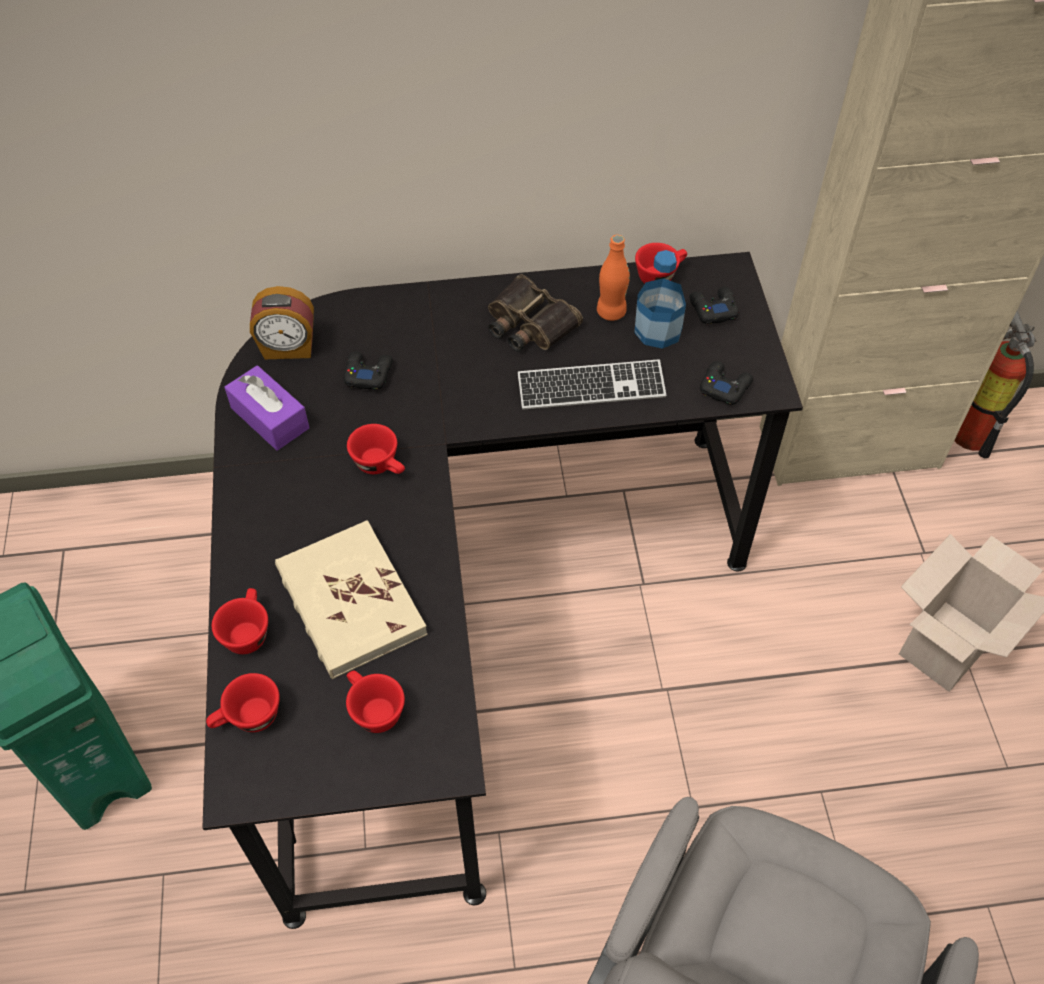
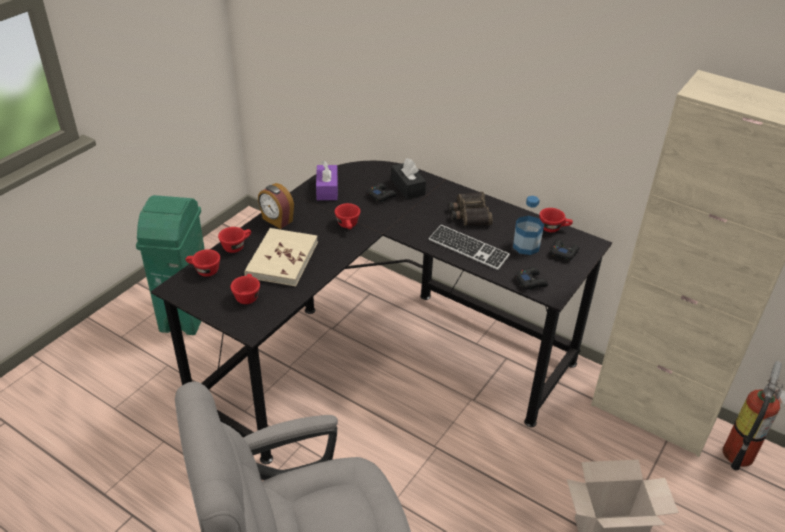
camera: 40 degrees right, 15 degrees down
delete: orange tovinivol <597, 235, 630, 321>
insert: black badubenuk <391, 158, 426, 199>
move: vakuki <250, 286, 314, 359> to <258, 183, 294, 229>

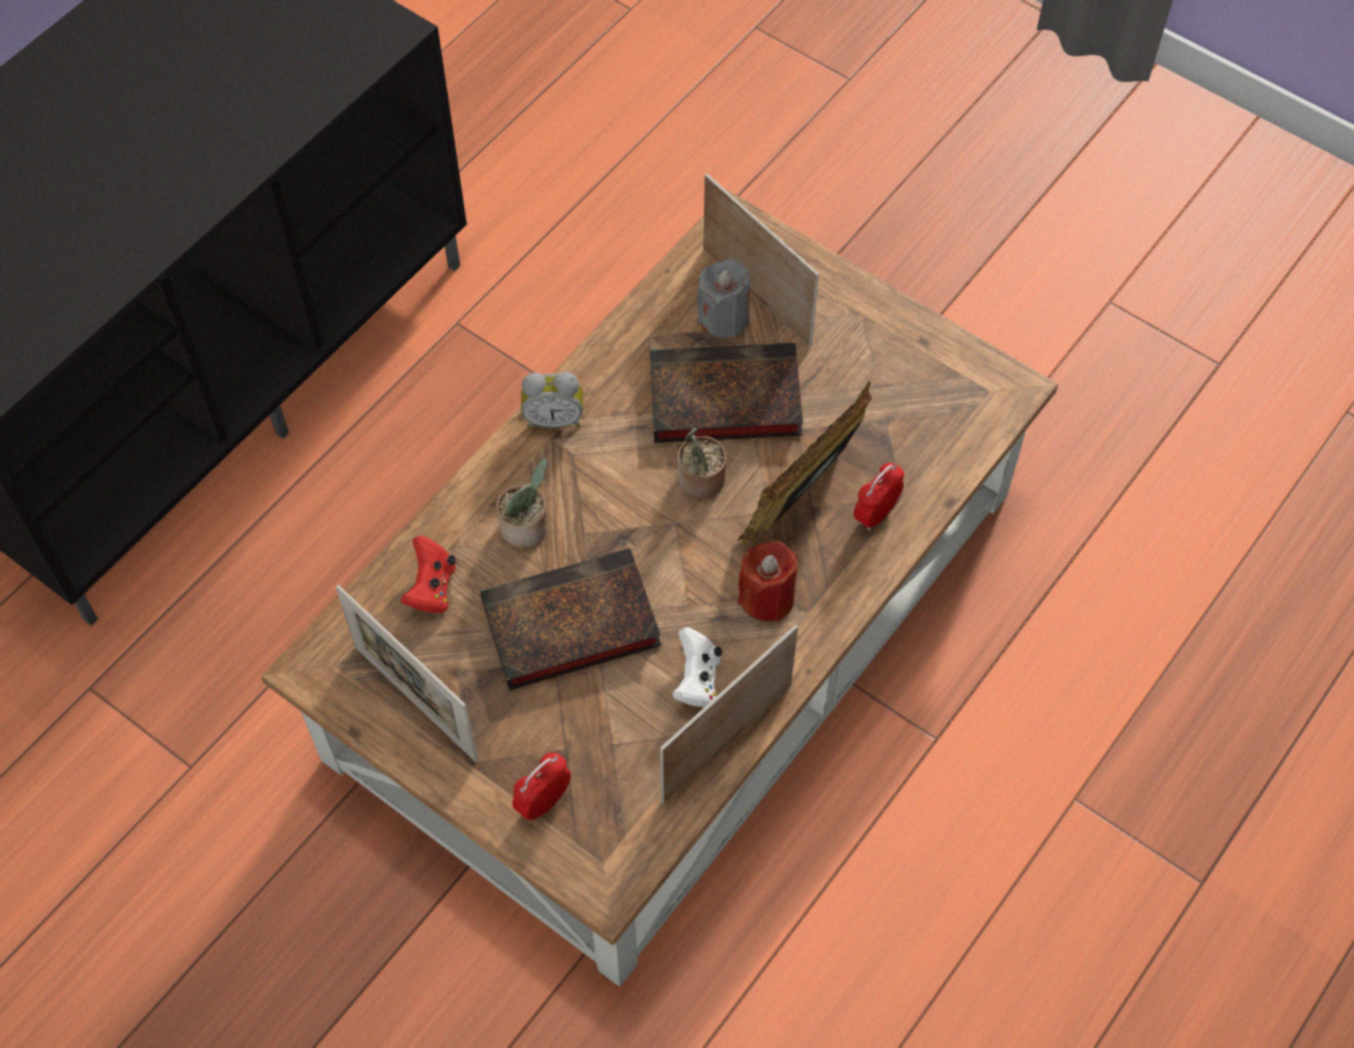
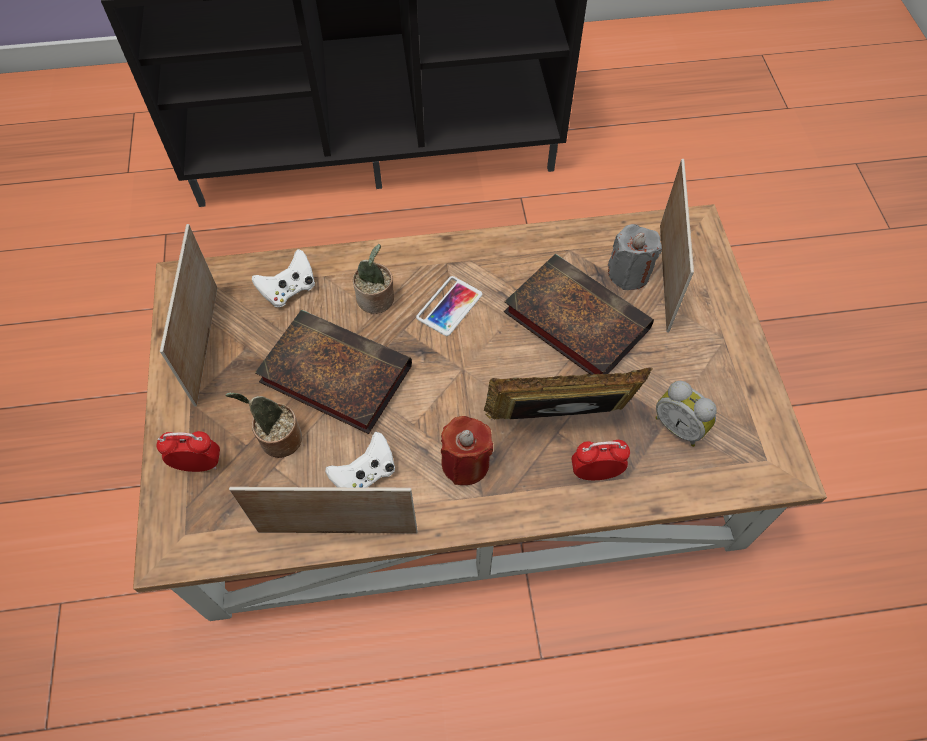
camera: 45 degrees right, 0 degrees up
insert: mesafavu <416, 276, 482, 336>
move: vakuki <521, 372, 583, 429> to <655, 380, 717, 447>; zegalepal <678, 428, 727, 498> to <225, 393, 302, 458>
recolor: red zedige <401, 536, 456, 614> to white zedige <252, 249, 315, 307>

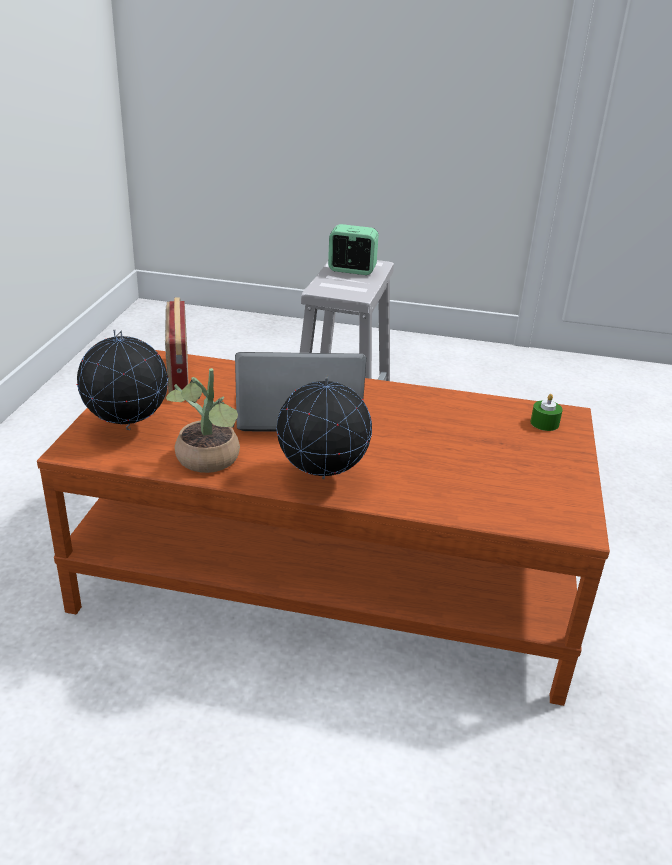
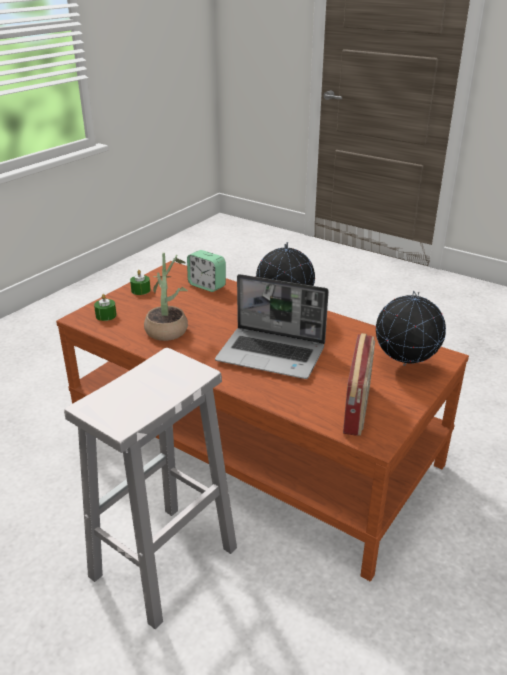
camera: 155 degrees left, 0 degrees up
insert: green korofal <130, 270, 151, 295>
move: zegalepal <166, 368, 240, 473> to <144, 253, 188, 341>; vakuki <328, 224, 379, 275> to <187, 250, 226, 292>

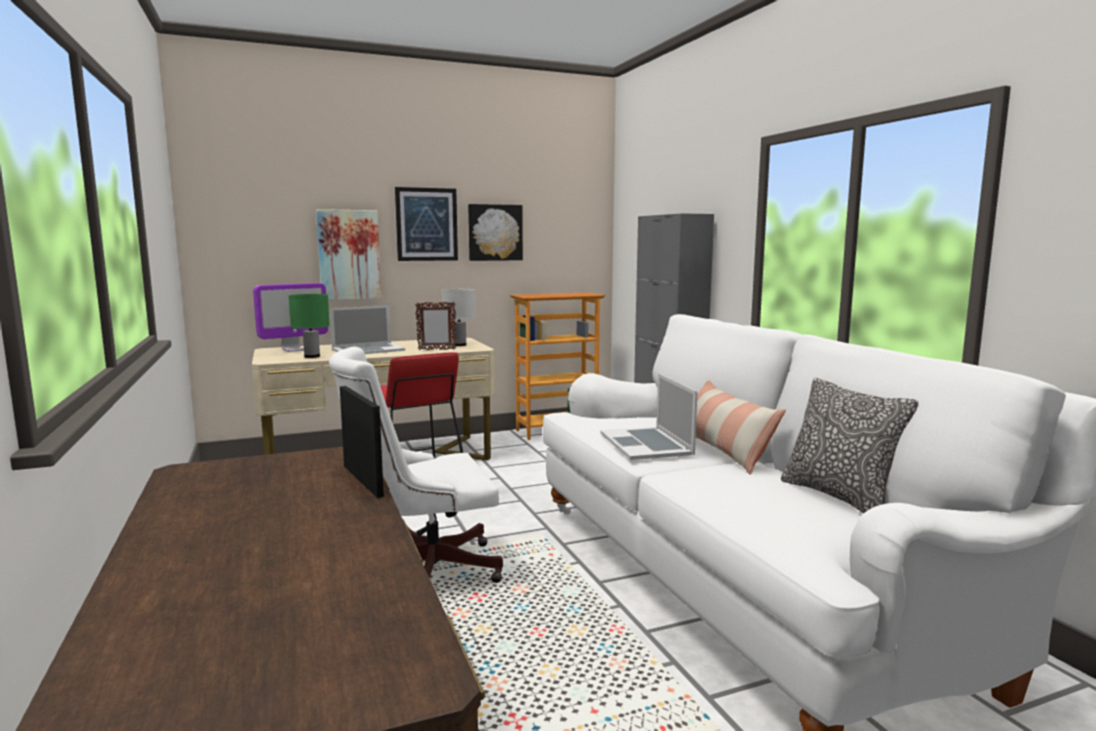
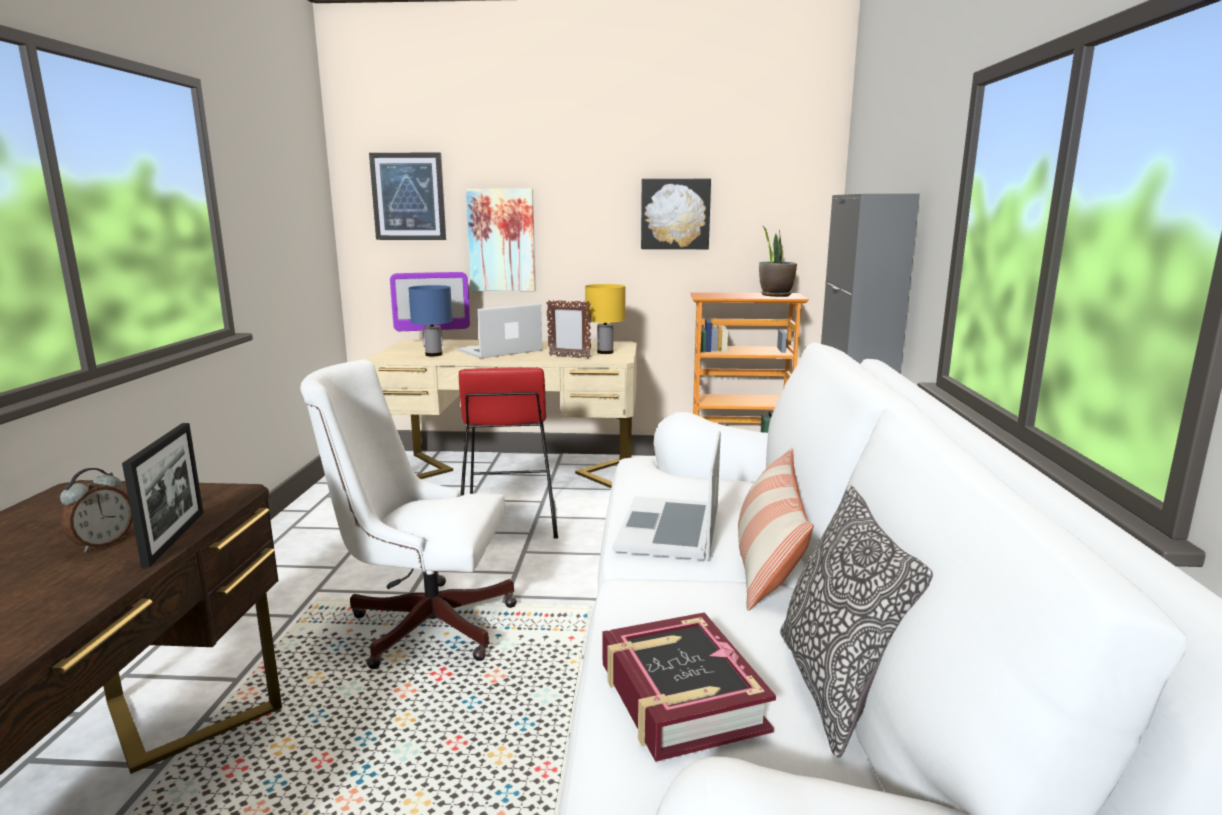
camera: 25 degrees right, 5 degrees up
insert: vakuki <60, 468, 133, 553>; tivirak <603, 612, 776, 762>; zegalepal <759, 226, 797, 297>
move: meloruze <395, 187, 458, 261> to <369, 153, 446, 240>
recolor: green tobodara <288, 294, 330, 358> to blue tobodara <408, 285, 453, 356>; white tobodara <441, 289, 476, 346> to yellow tobodara <585, 284, 626, 354>
rotate: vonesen <330, 305, 405, 354> = <458, 303, 542, 359> 150 degrees clockwise

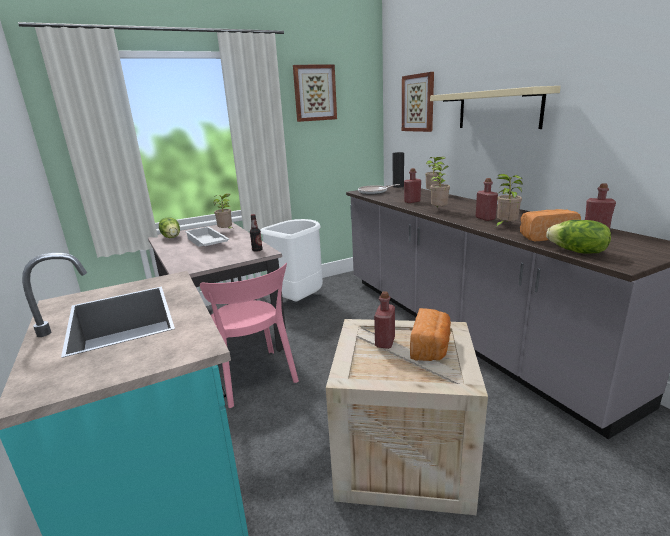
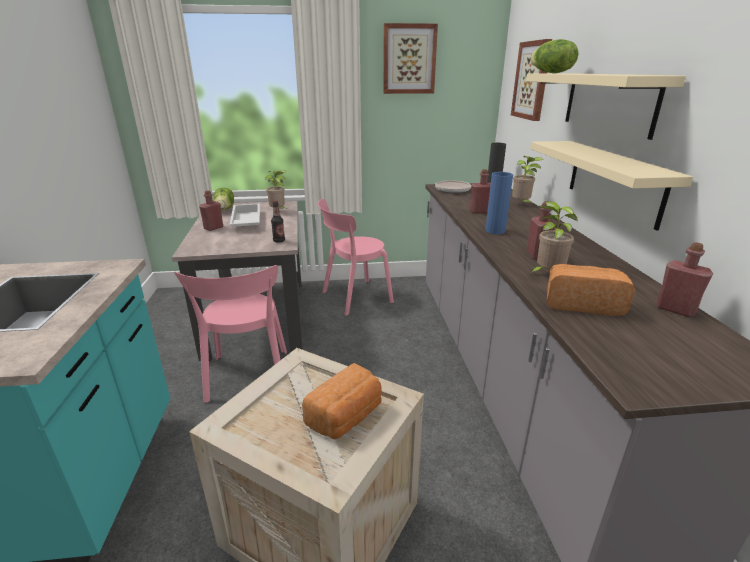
camera: 20 degrees right, 5 degrees up
insert: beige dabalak <530, 141, 693, 231>
move: red tovinivol <374, 291, 395, 349> to <199, 190, 223, 231>; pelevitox <546, 220, 611, 254> to <530, 39, 578, 73>
replace: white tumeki <260, 219, 323, 302> to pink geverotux <318, 199, 394, 316>; zegalepal <430, 166, 450, 208> to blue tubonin <485, 172, 513, 234>

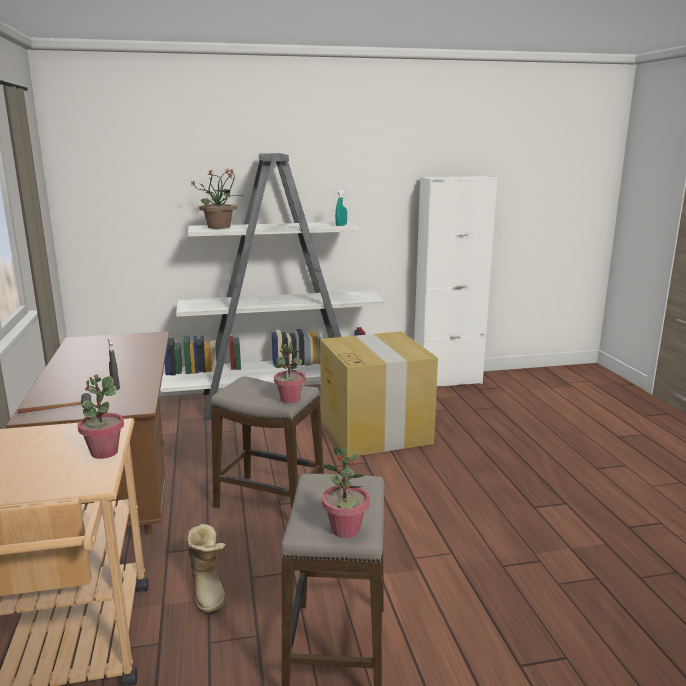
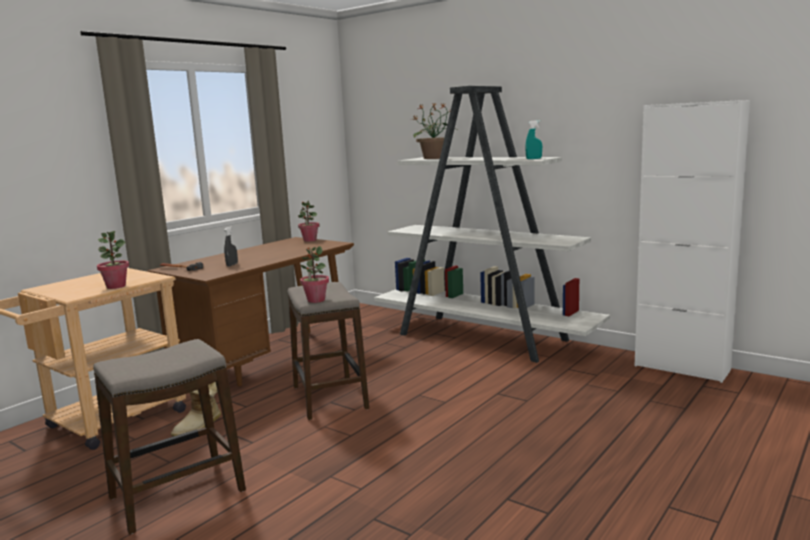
camera: 50 degrees right, 5 degrees down
delete: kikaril <320, 331, 438, 457>
move: zegalepal <321, 446, 369, 538> to <298, 200, 320, 242>

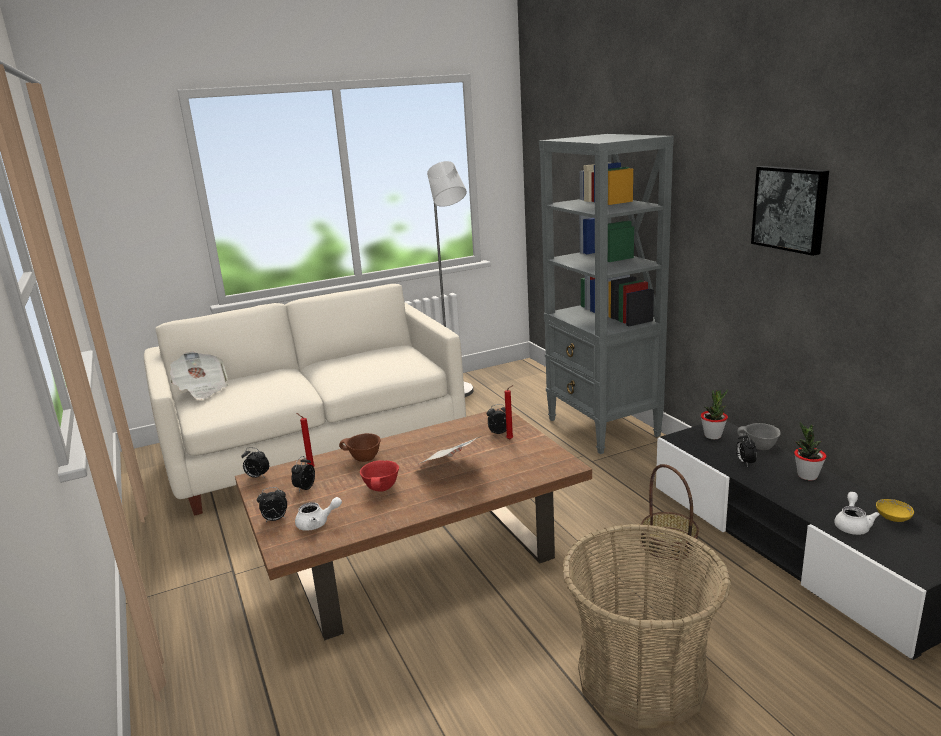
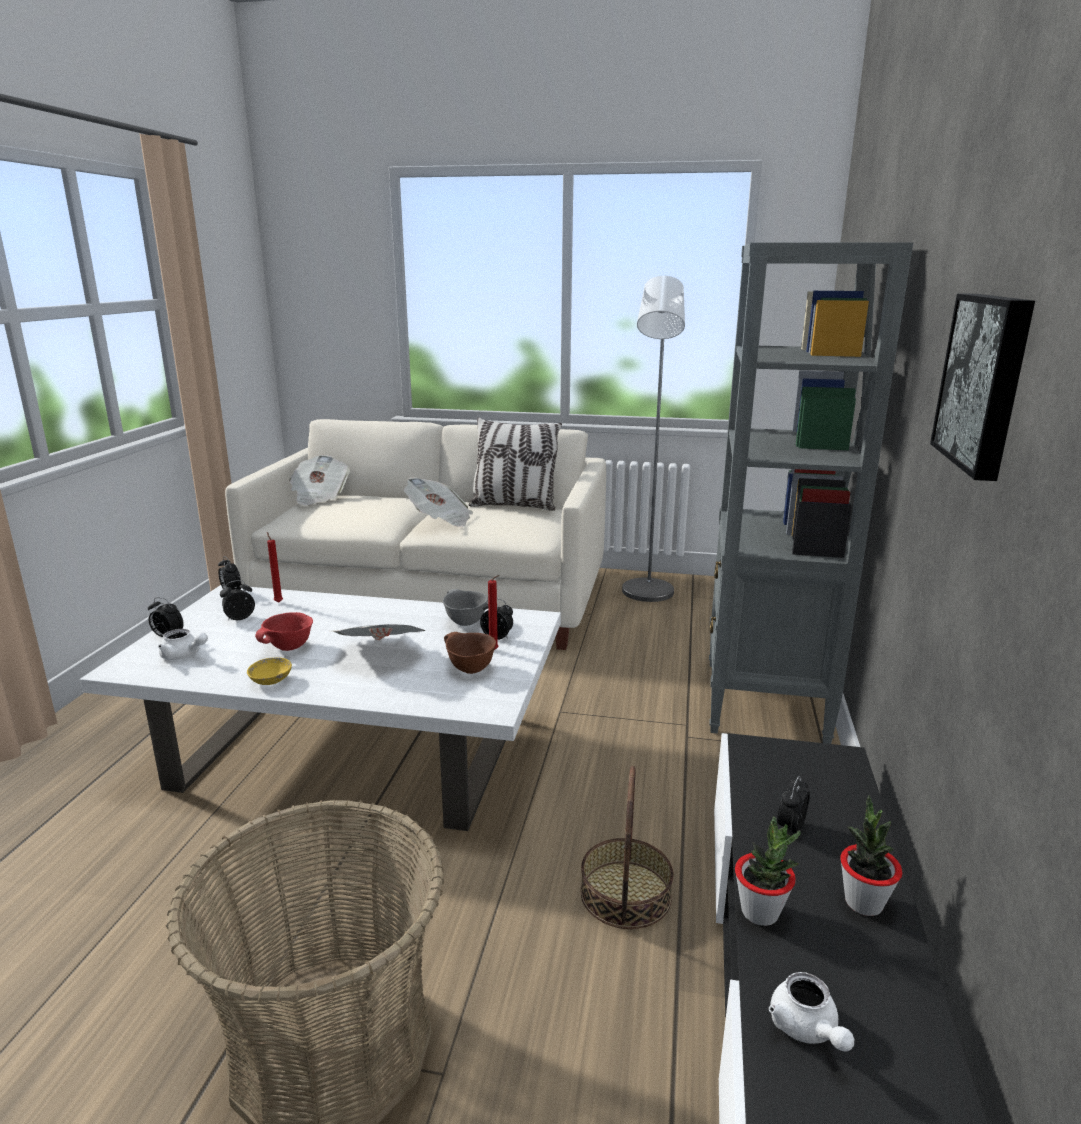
camera: 35 degrees right, 0 degrees up
insert: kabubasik <404, 477, 473, 528>; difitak <469, 417, 562, 511>
move: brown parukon <339, 433, 381, 462> to <444, 632, 496, 674>; zegalepal <701, 389, 728, 439> to <735, 817, 801, 926>; grey parukon <737, 423, 781, 450> to <443, 589, 488, 626>; yellow parukon <876, 499, 914, 522> to <247, 657, 292, 685>
recolor: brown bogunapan <235, 408, 592, 640> to white bogunapan <80, 585, 561, 831>
rotate: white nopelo <834, 492, 880, 535> = <769, 972, 854, 1052> 105 degrees clockwise

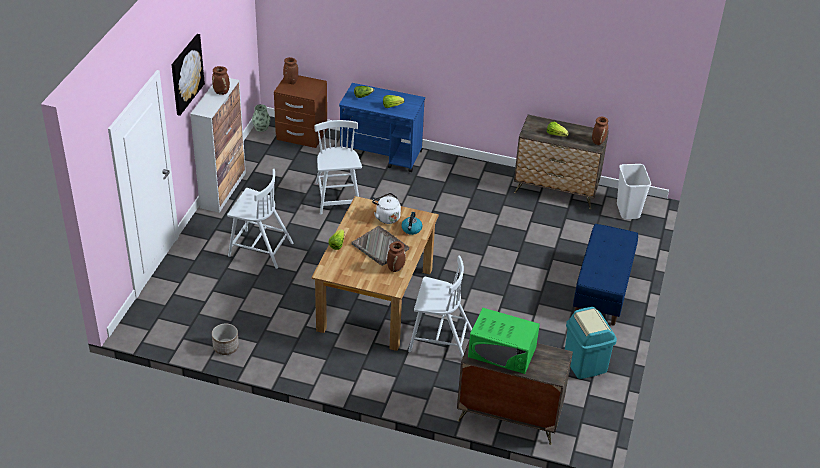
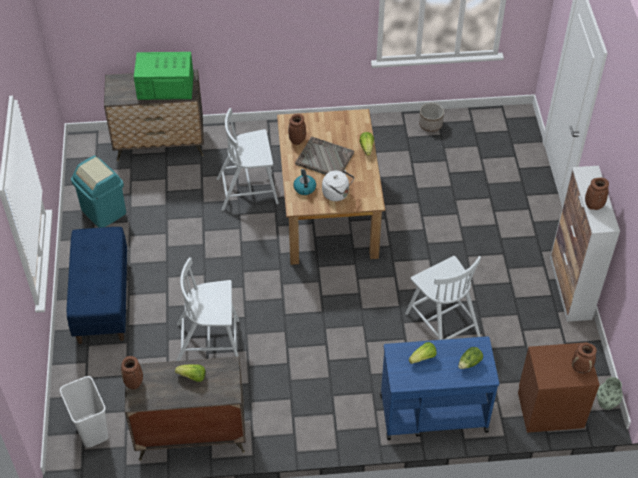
camera: 160 degrees right, 10 degrees up
delete: meloruze <172, 34, 205, 116>
move: white geverotux <227, 169, 294, 269> to <177, 257, 239, 361>

